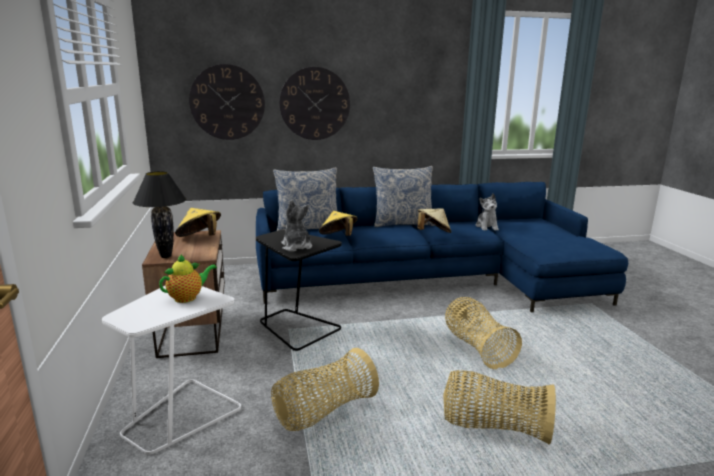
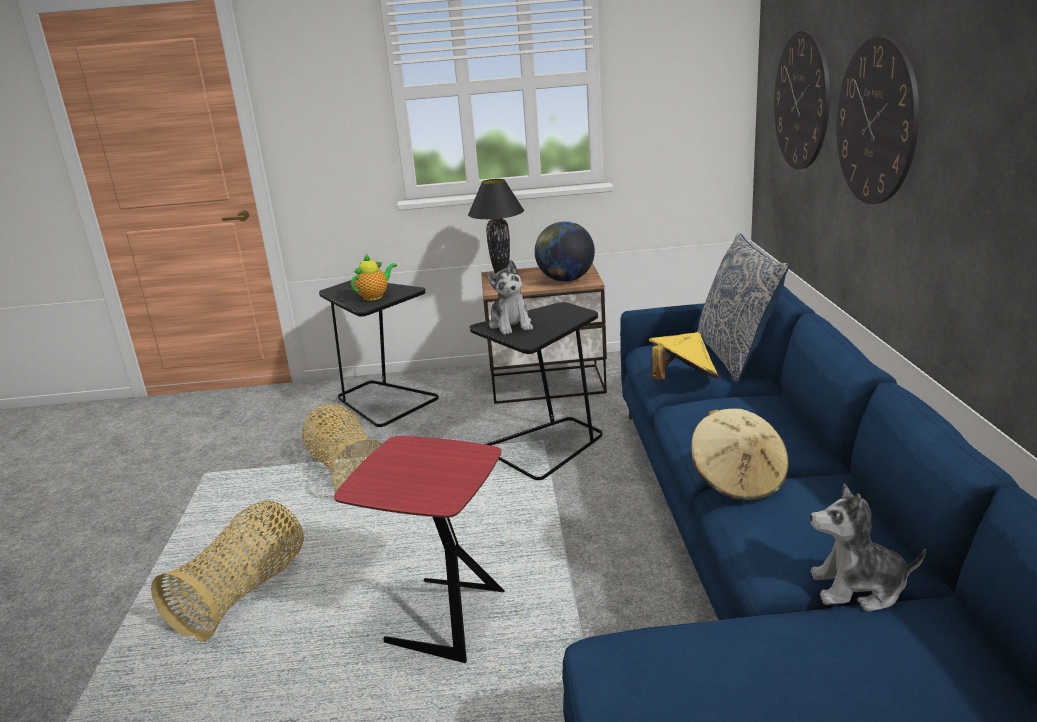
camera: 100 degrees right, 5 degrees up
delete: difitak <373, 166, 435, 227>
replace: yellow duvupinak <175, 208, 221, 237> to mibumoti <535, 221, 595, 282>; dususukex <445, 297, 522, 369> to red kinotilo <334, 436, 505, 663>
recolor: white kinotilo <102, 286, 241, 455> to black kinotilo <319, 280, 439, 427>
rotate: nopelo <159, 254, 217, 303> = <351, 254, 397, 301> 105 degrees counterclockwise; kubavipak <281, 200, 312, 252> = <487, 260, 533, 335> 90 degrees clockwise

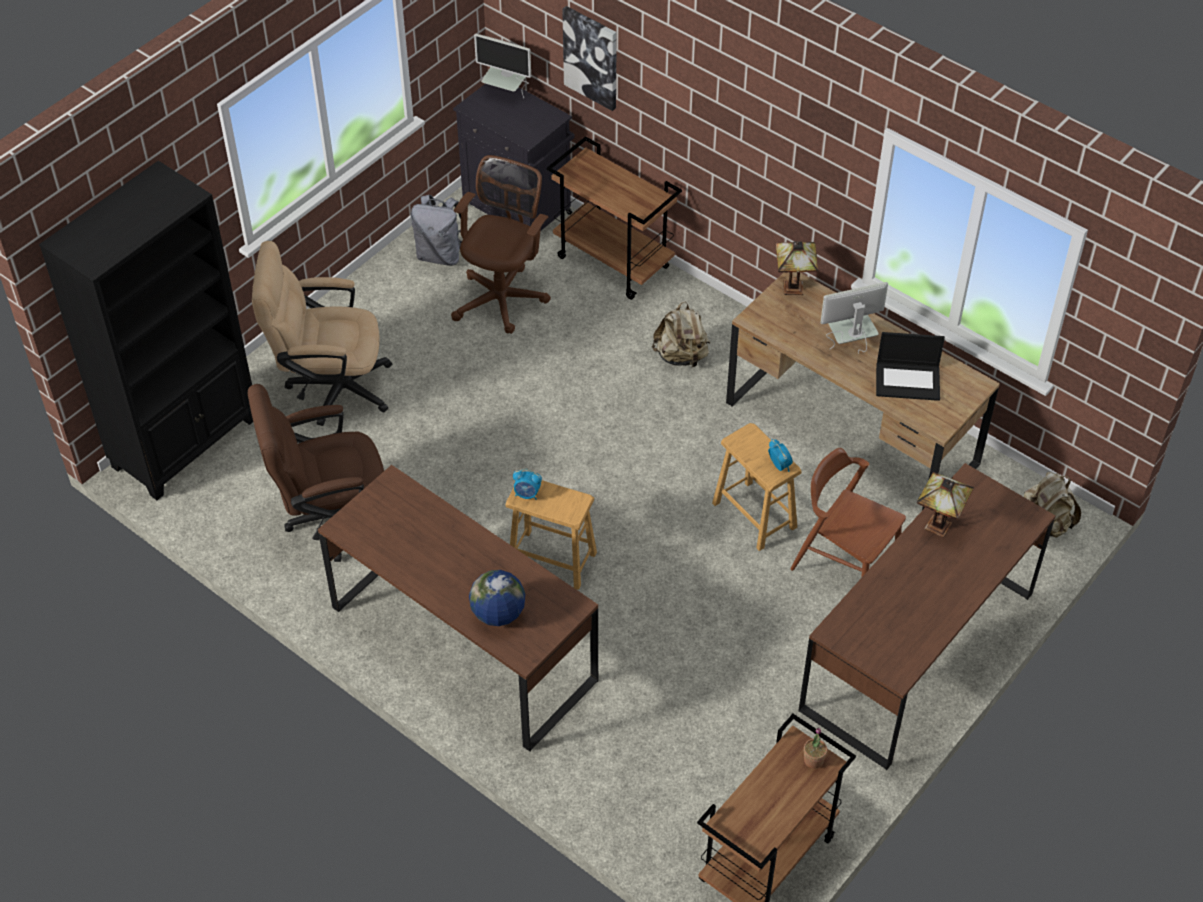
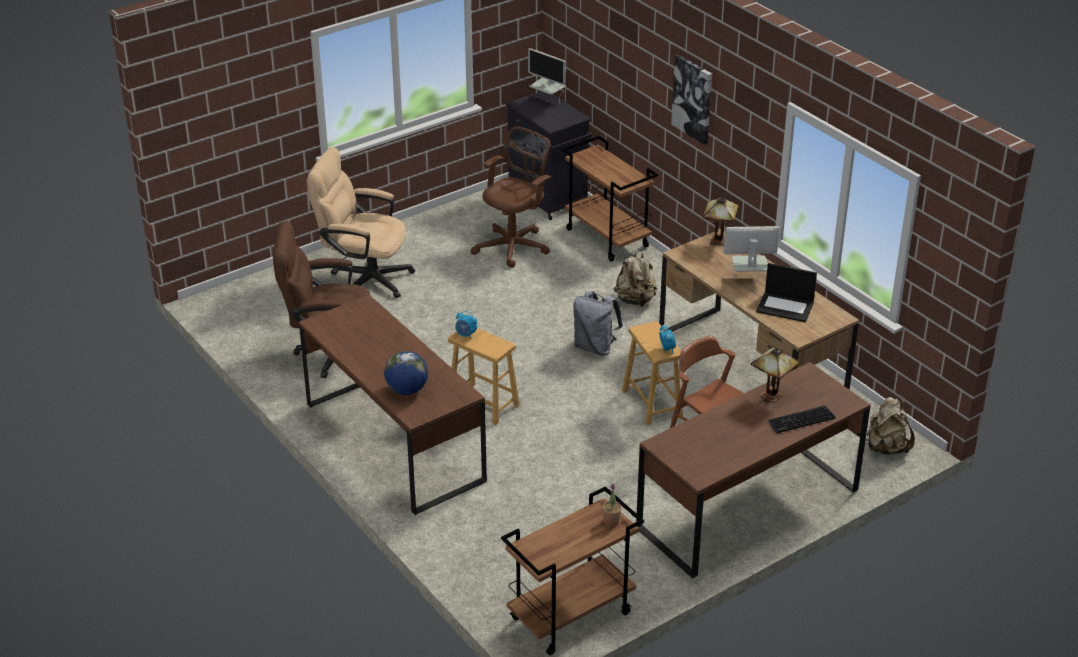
camera: 15 degrees right, 15 degrees down
delete: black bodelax <39, 161, 253, 500>
insert: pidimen <767, 406, 835, 433>
move: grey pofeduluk <411, 195, 468, 266> to <573, 291, 623, 356>; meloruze <562, 6, 617, 111> to <671, 54, 712, 145>

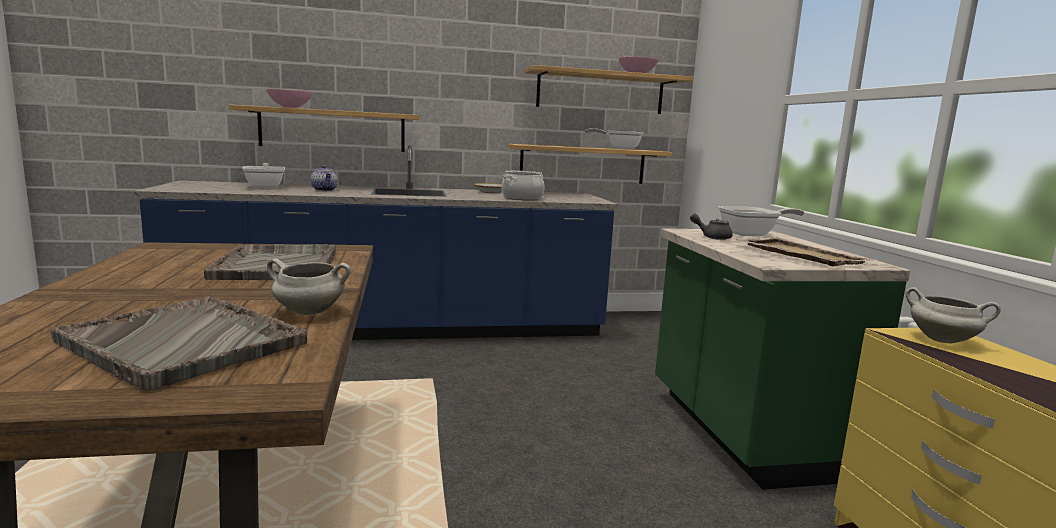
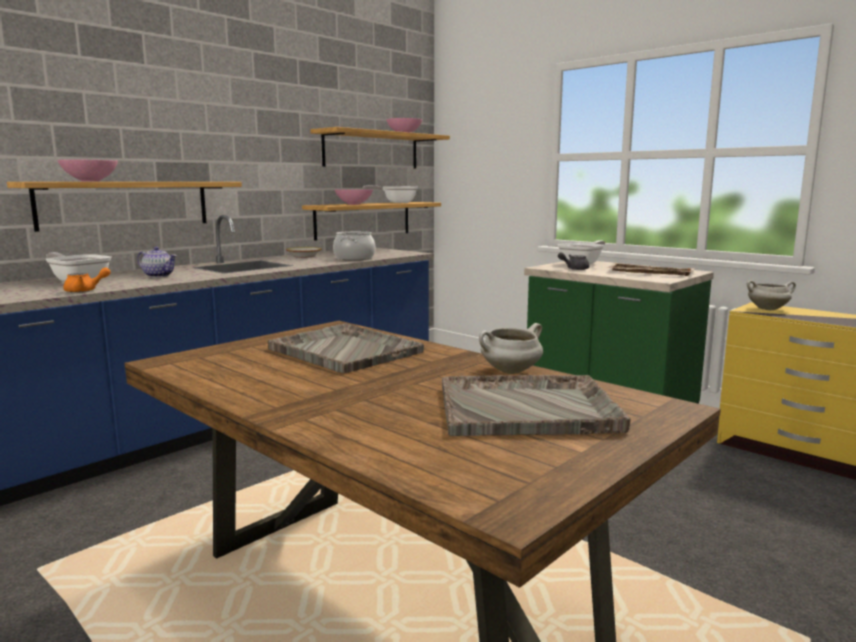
camera: 35 degrees left, 0 degrees up
insert: orange nopelo <63, 267, 111, 293>; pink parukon <335, 189, 373, 204>

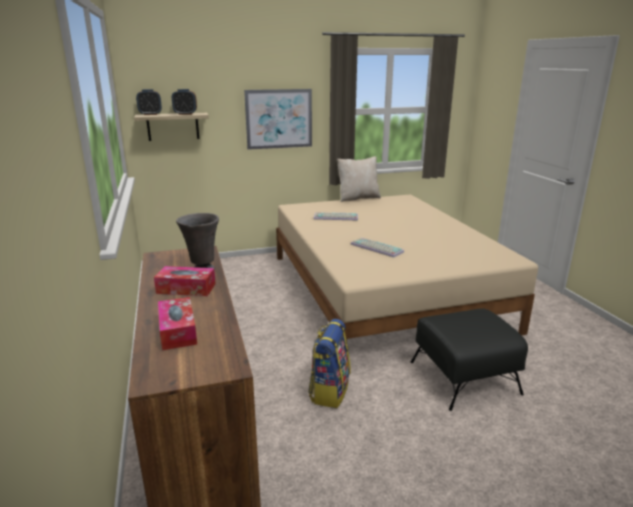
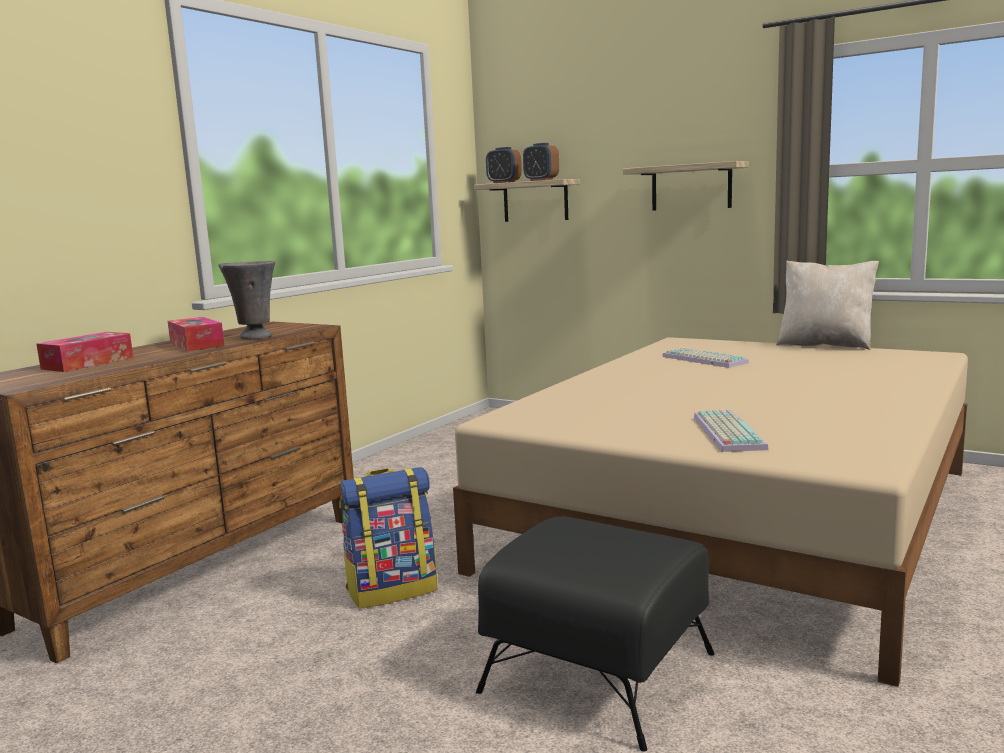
camera: 50 degrees right, 10 degrees down
move: pidimen <350, 237, 404, 257> to <694, 409, 769, 452>
replace: meloruze <244, 89, 312, 150> to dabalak <623, 161, 749, 211>

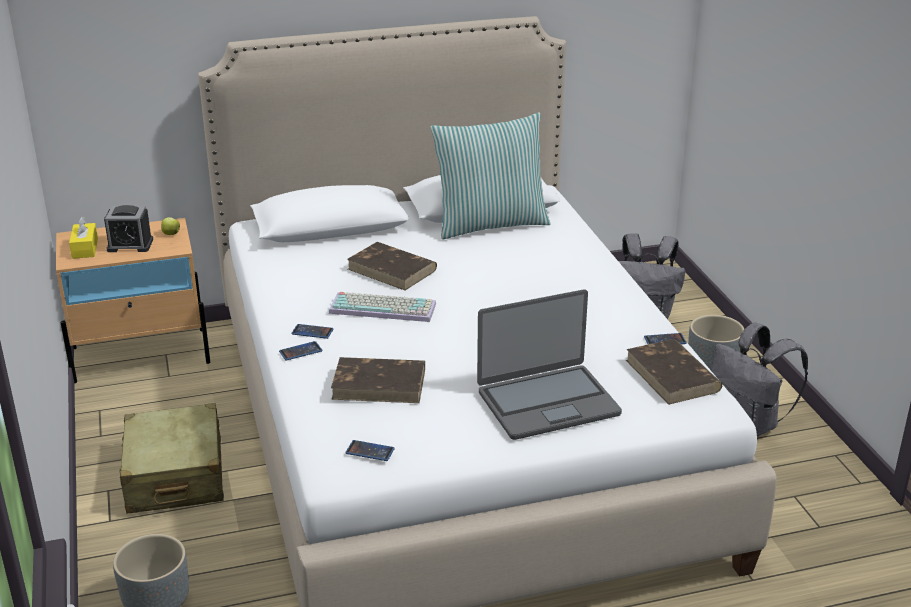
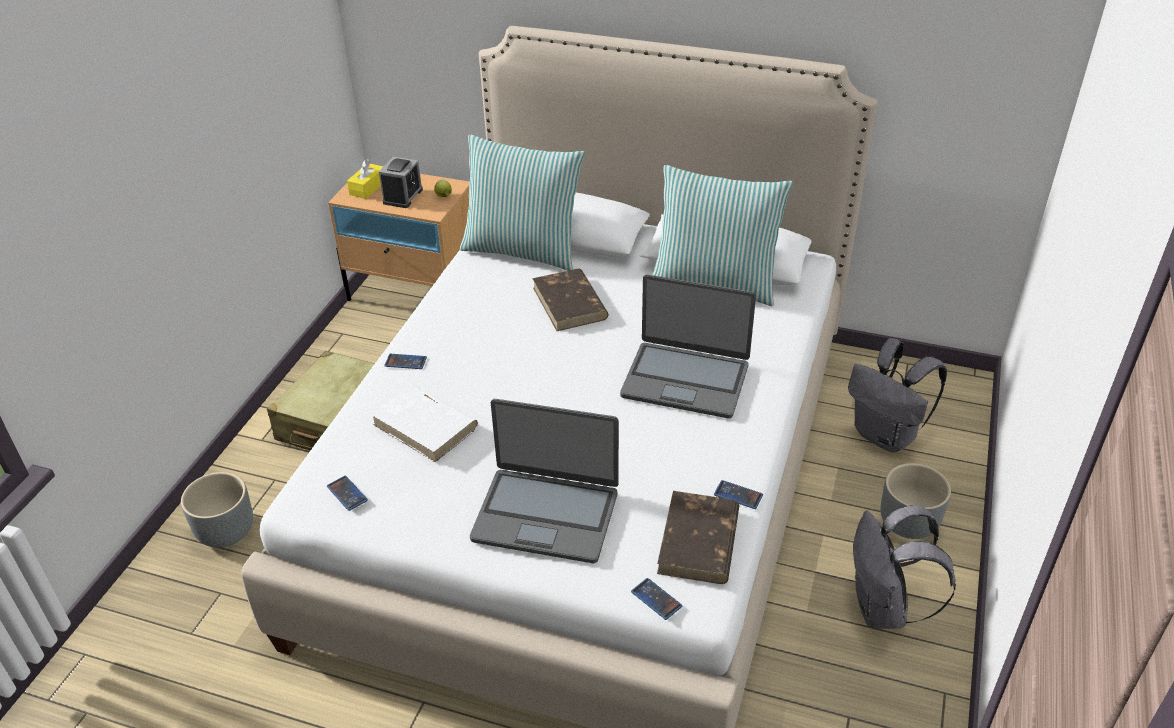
camera: 35 degrees right, 10 degrees up
delete: pidimen <329, 292, 436, 322>
insert: difitak <460, 135, 585, 271>; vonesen <620, 274, 756, 418>
move: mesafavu <291, 324, 334, 339> to <631, 578, 682, 620>
recolor: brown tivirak <331, 357, 425, 403> to white tivirak <371, 385, 478, 462>
rotate: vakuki <104, 205, 153, 252> = <379, 157, 423, 208> 105 degrees counterclockwise

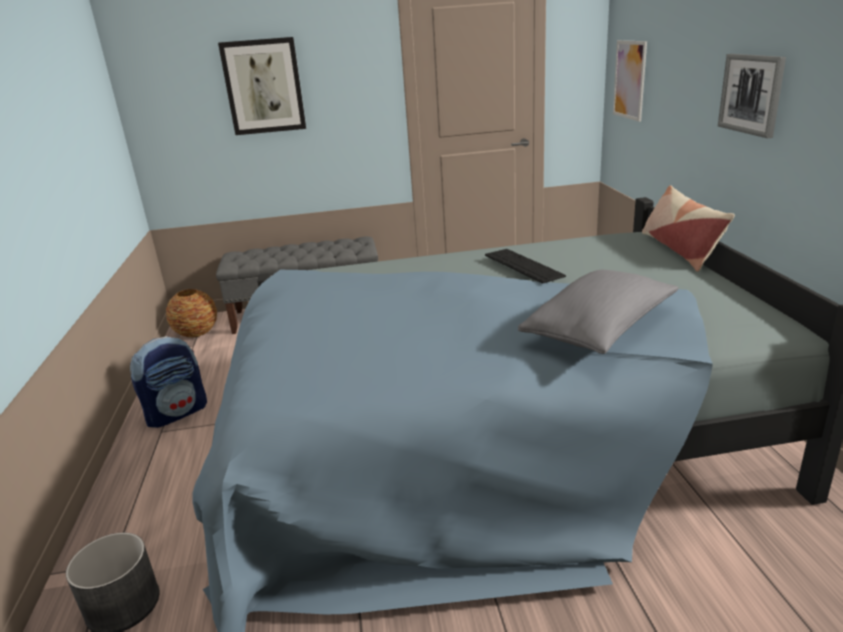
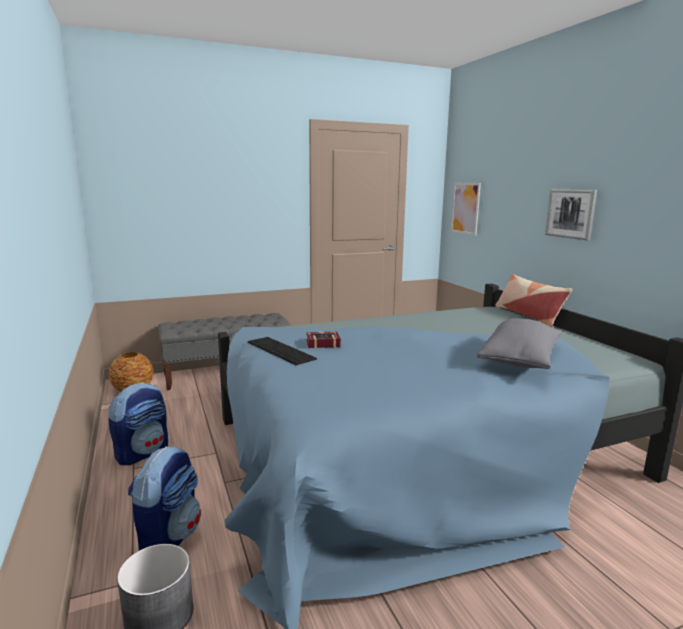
camera: 15 degrees left, 10 degrees down
delete: meloruze <218, 37, 306, 135>
insert: pofeduluk <128, 446, 201, 551>; tivirak <306, 331, 341, 348>
move: pidimen <485, 249, 566, 284> to <248, 337, 317, 365>

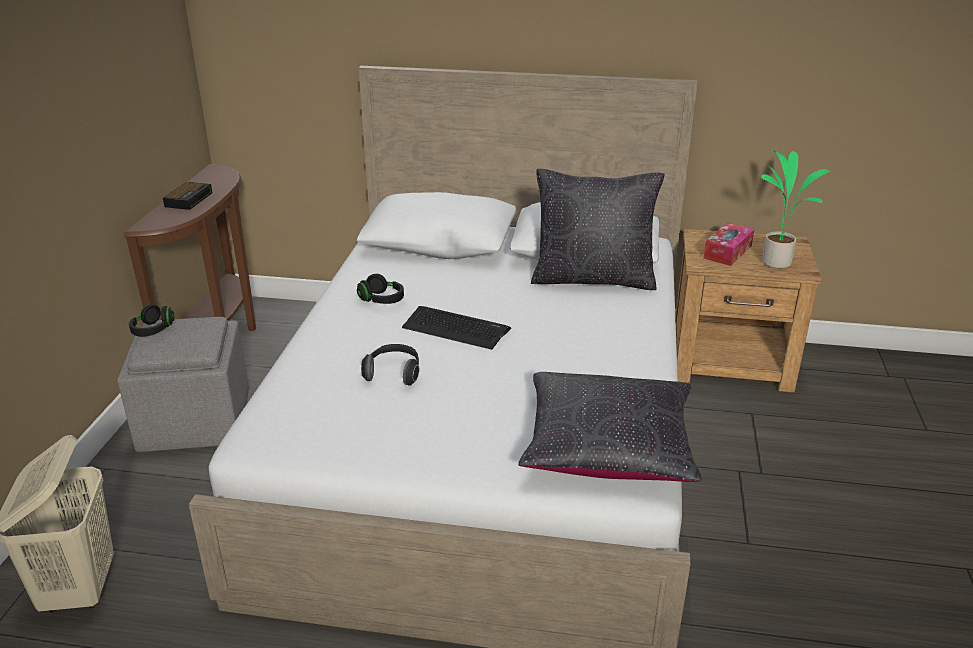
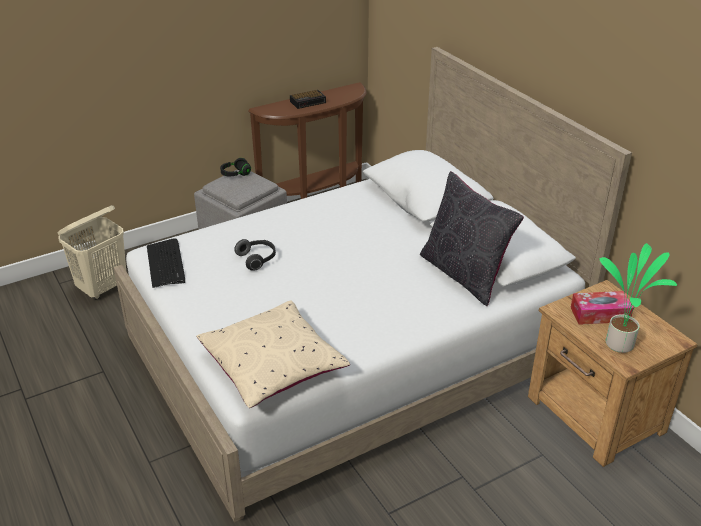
camera: 50 degrees right, 5 degrees up
delete: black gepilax <357, 274, 404, 304>
move: pidimen <402, 306, 511, 350> to <147, 238, 185, 288>
recolor: black difitak <518, 372, 702, 482> to beige difitak <196, 301, 350, 408>

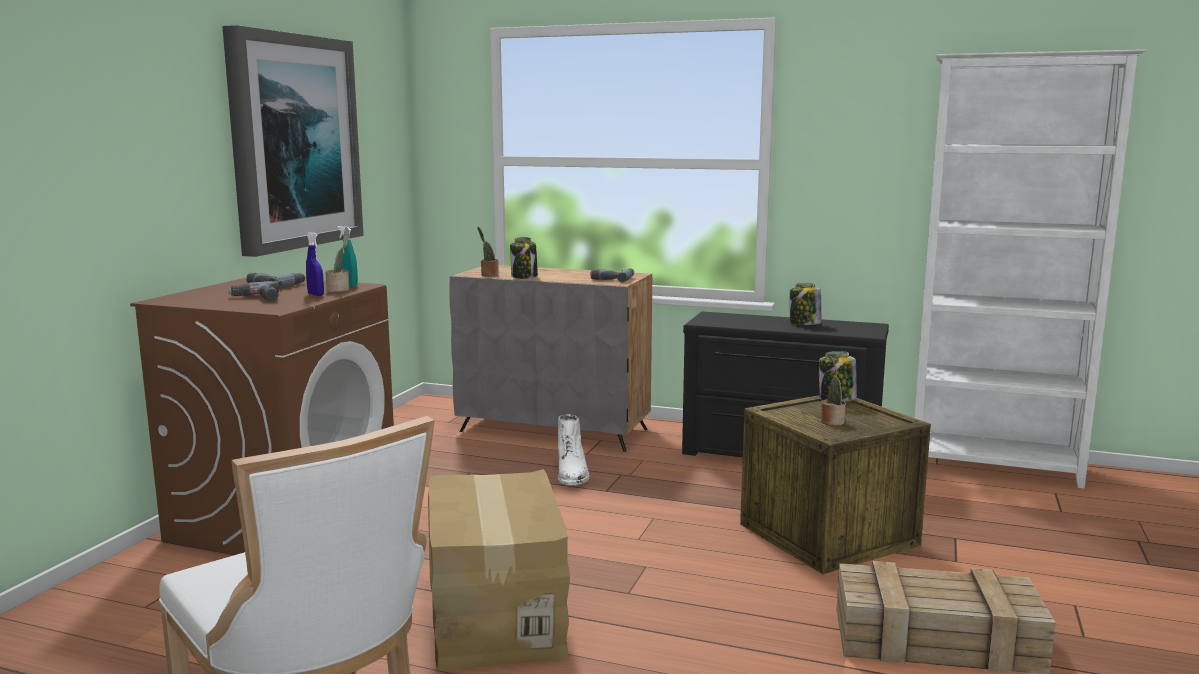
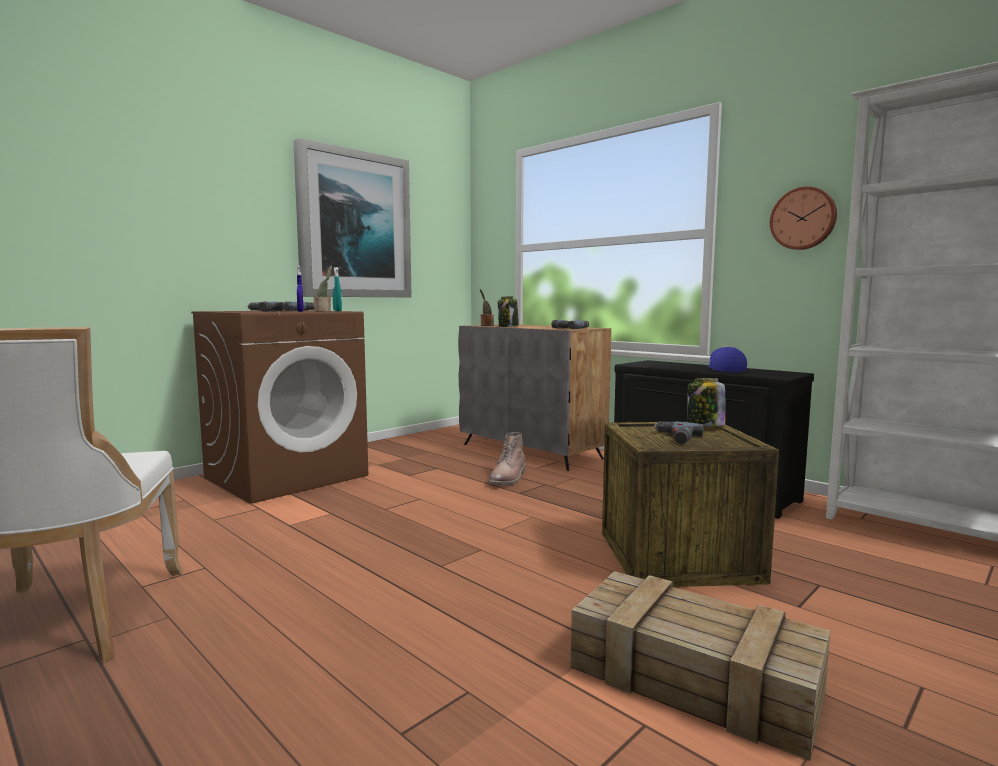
camera: 25 degrees right, 5 degrees down
delete: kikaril <428, 469, 570, 670>
insert: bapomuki <770, 186, 837, 250>
replace: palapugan <790, 283, 821, 325> to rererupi <708, 346, 747, 372>; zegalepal <821, 356, 846, 426> to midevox <654, 421, 704, 444>
recolor: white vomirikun <558, 414, 589, 485> to brown vomirikun <488, 432, 526, 486>

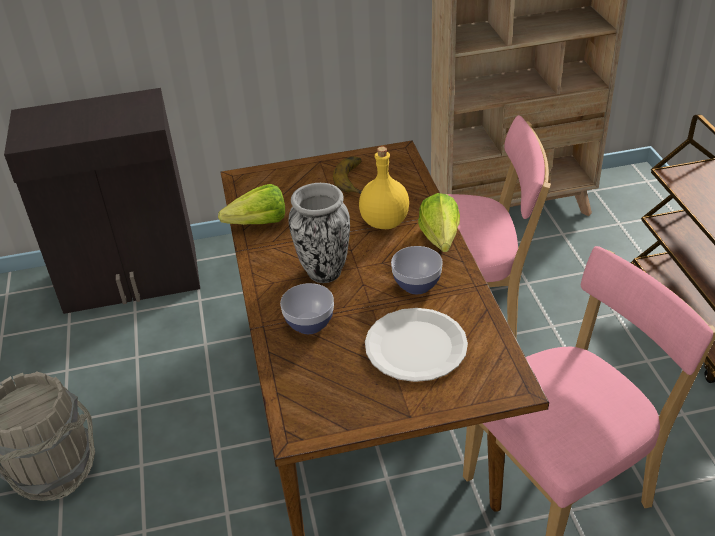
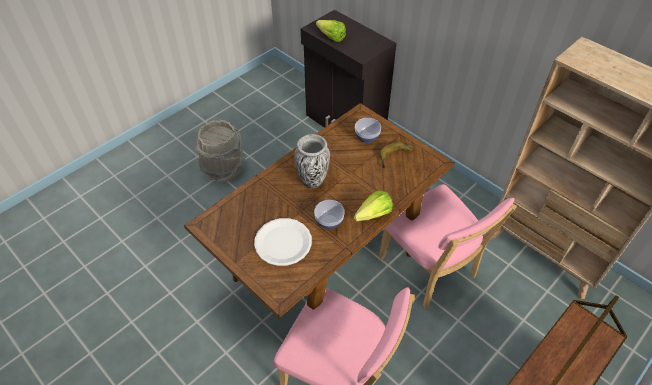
camera: 55 degrees right, 10 degrees up
delete: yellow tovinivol <359, 147, 409, 229>
move: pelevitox <218, 184, 285, 225> to <316, 20, 346, 42>; parukon <280, 283, 334, 334> to <355, 118, 381, 143>

